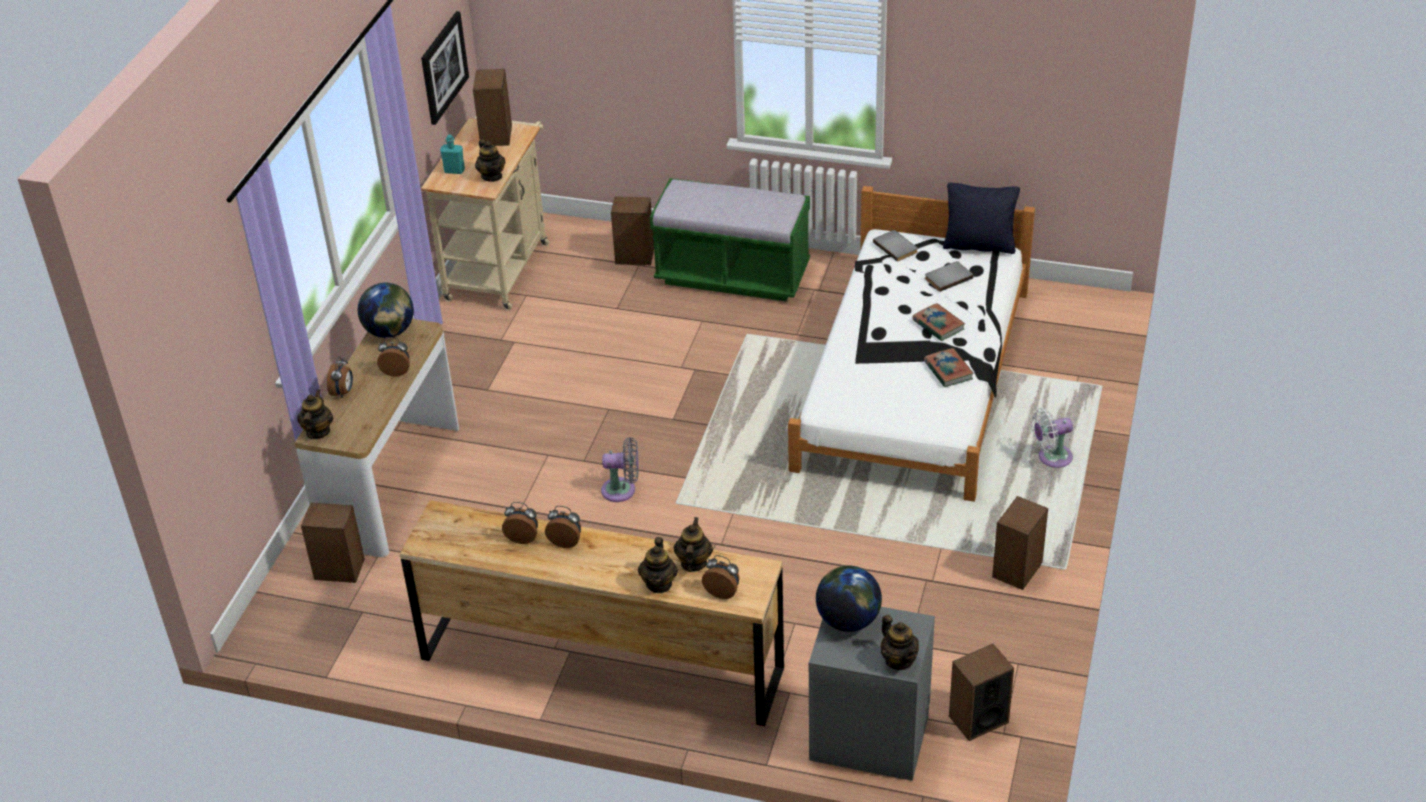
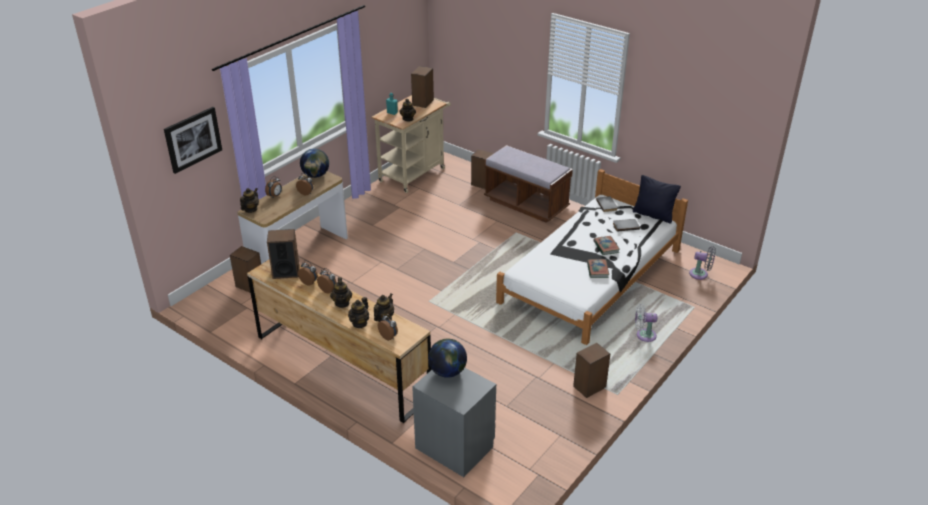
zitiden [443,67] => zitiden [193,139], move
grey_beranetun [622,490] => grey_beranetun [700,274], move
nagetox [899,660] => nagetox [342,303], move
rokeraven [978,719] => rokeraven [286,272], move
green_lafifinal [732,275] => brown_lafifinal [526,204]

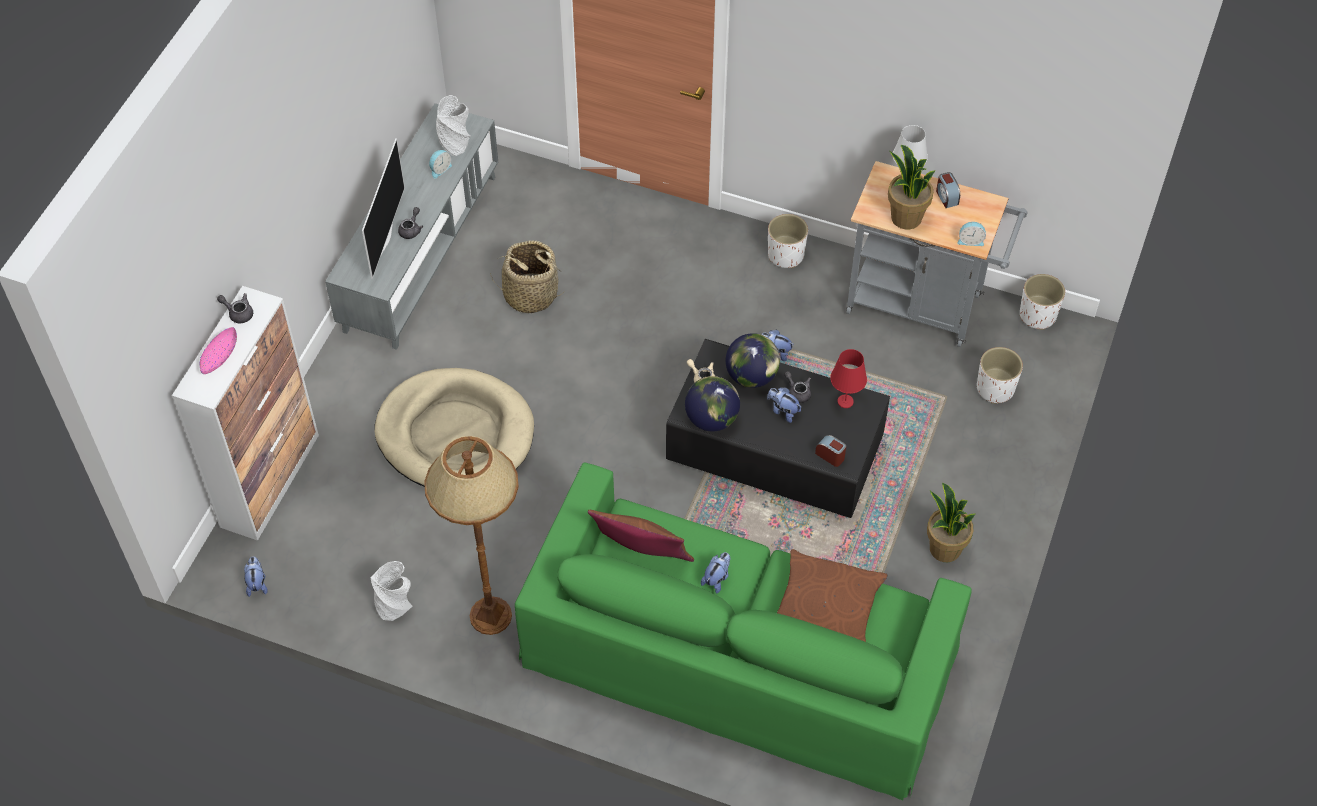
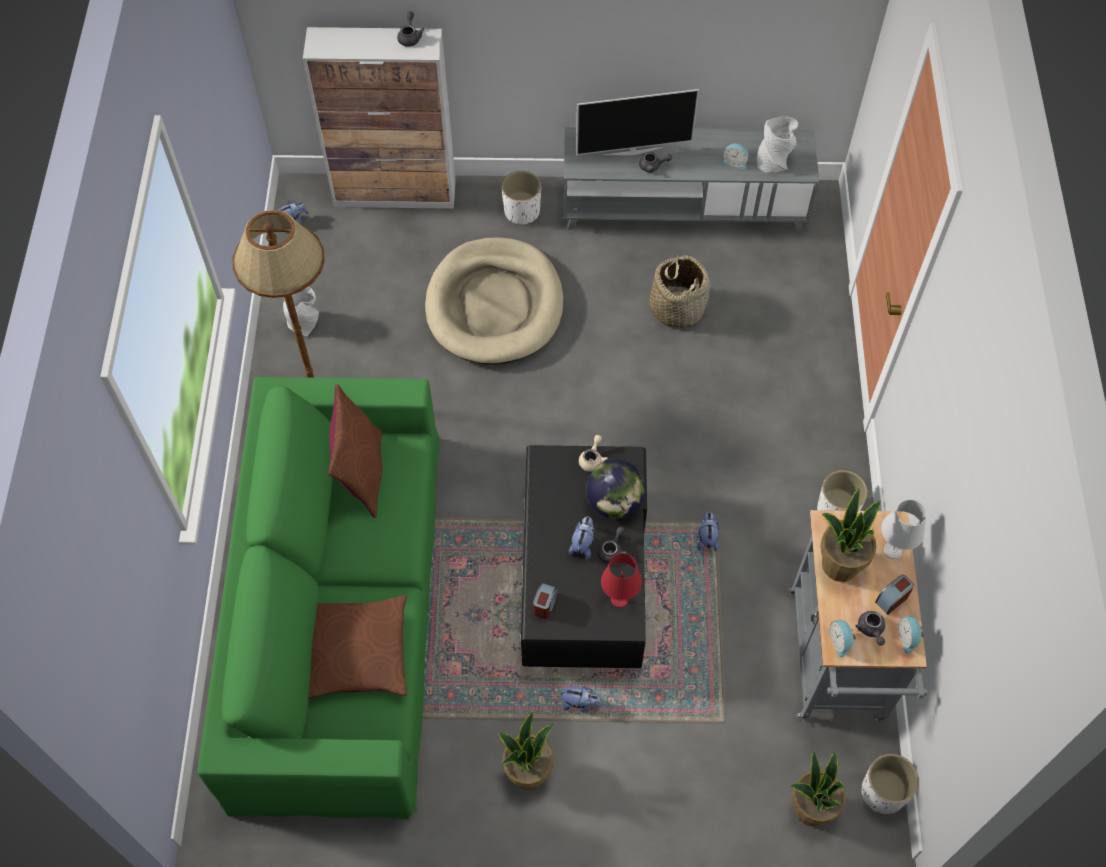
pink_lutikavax [219,356] => nothing
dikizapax [712,419] => nothing
nothing => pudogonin [810,808]
nothing => grey_nagetox [871,630]
nothing => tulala [908,637]
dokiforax [717,579] => dokiforax [580,703], move
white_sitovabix [995,389] => white_sitovabix [522,212], move

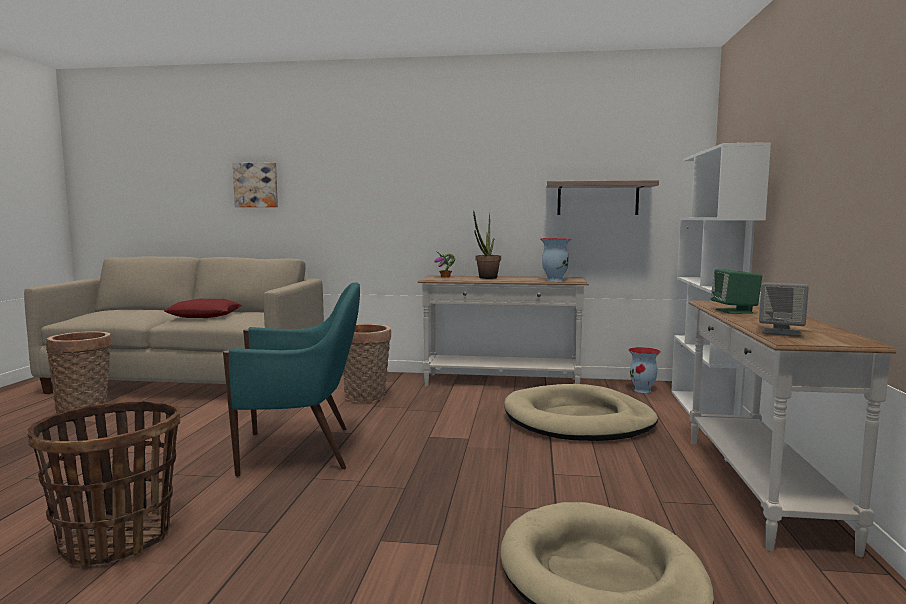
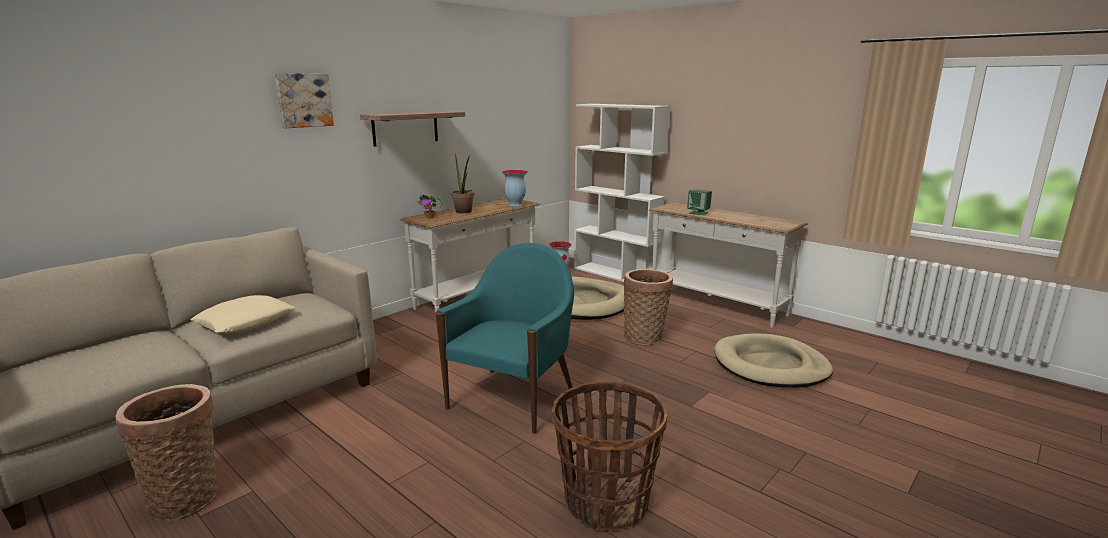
grey_rokeraven [781,332] => nothing
zitiden [256,185] => zitiden [304,100], move
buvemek [366,398] => buvemek [645,337], move
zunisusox [597,198] => zunisusox [405,128], move
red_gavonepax [204,315] => beige_gavonepax [246,322]

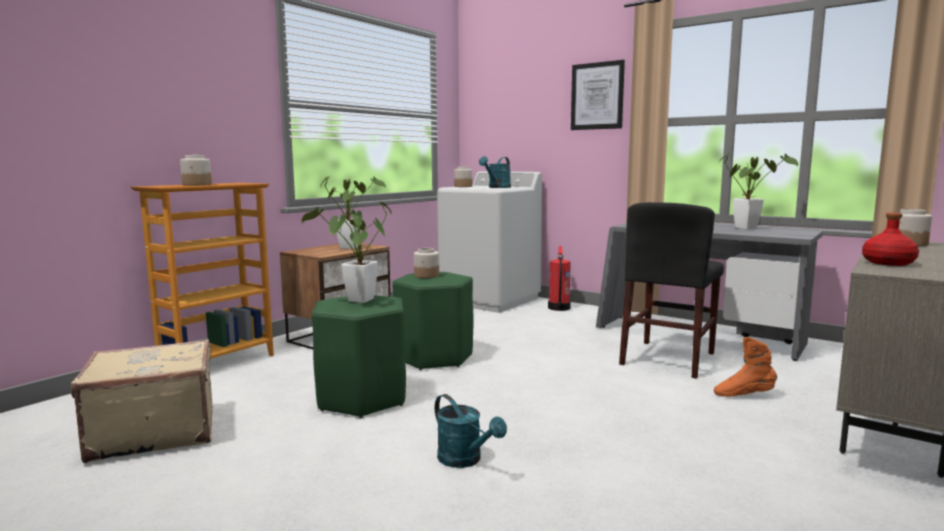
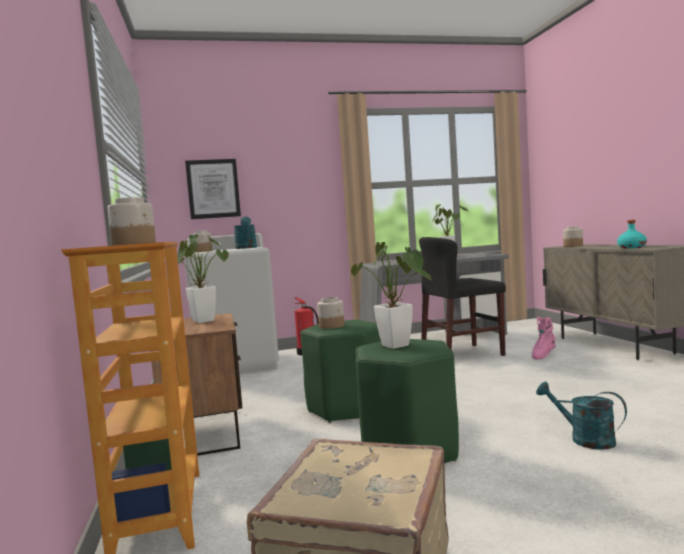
zitiden [597,96] => zitiden [213,189], move
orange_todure [743,395] => pink_todure [543,355]
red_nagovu [888,263] => turquoise_nagovu [631,247]
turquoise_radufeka [465,460] => turquoise_radufeka [584,439], 135 degrees counterclockwise
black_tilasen [668,358] => black_tilasen [462,354], 90 degrees clockwise

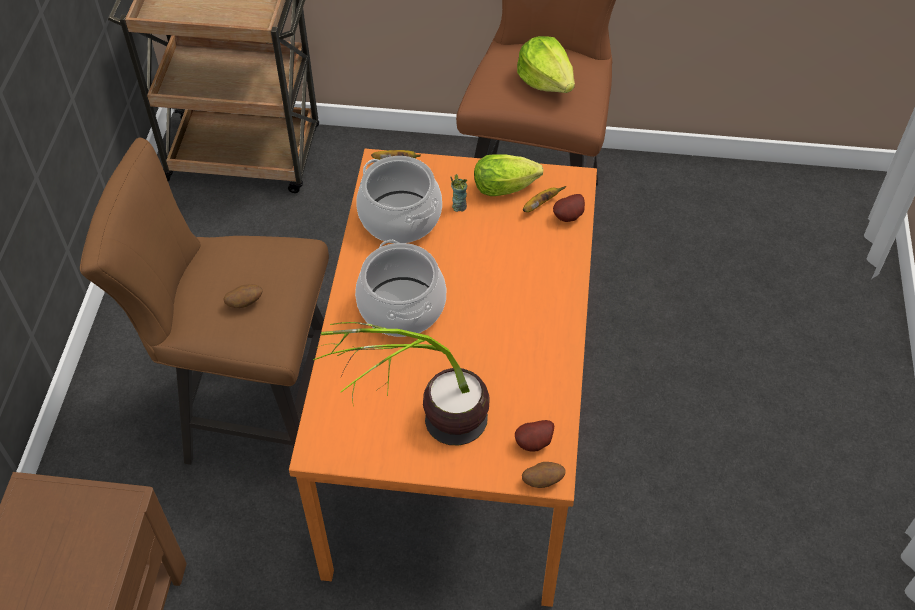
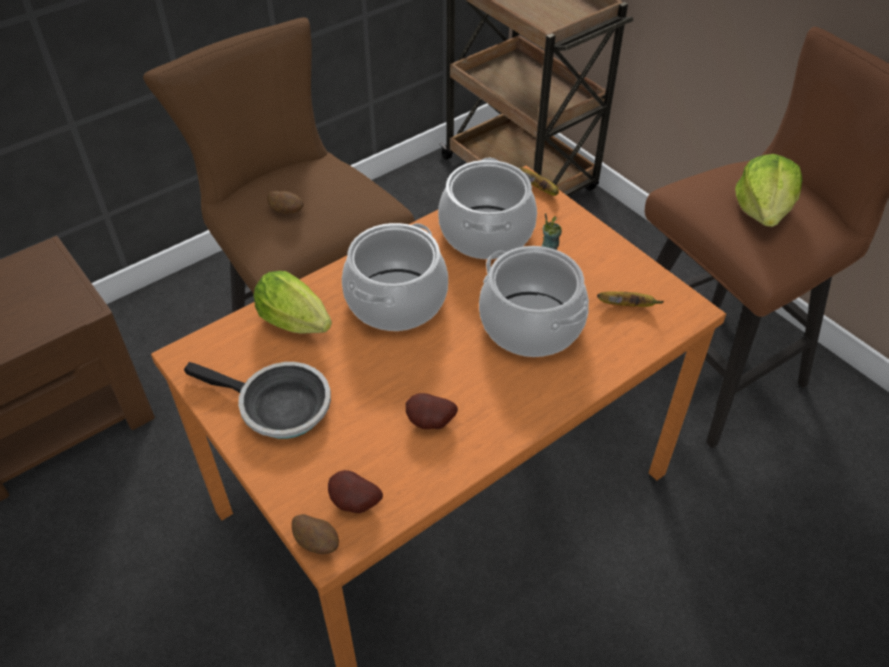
nothing => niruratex [532,324]
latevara [508,187] => latevara [298,324], move
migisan [570,217] => migisan [430,423], move
pudogonin [419,430] => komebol [278,407]

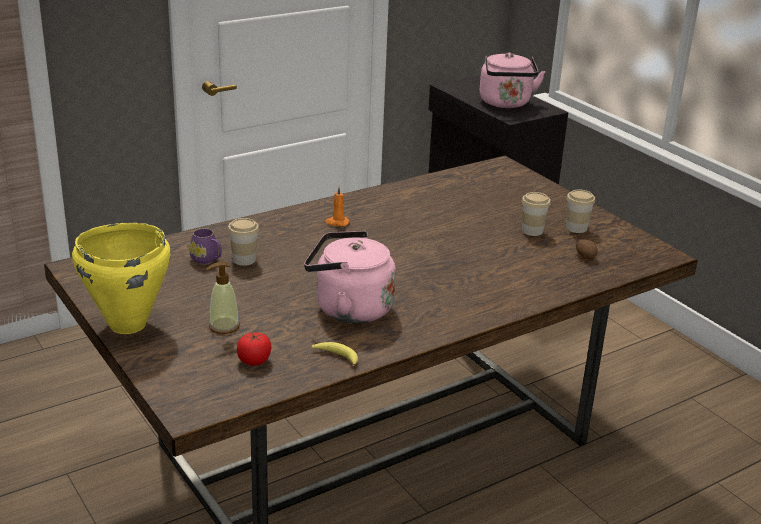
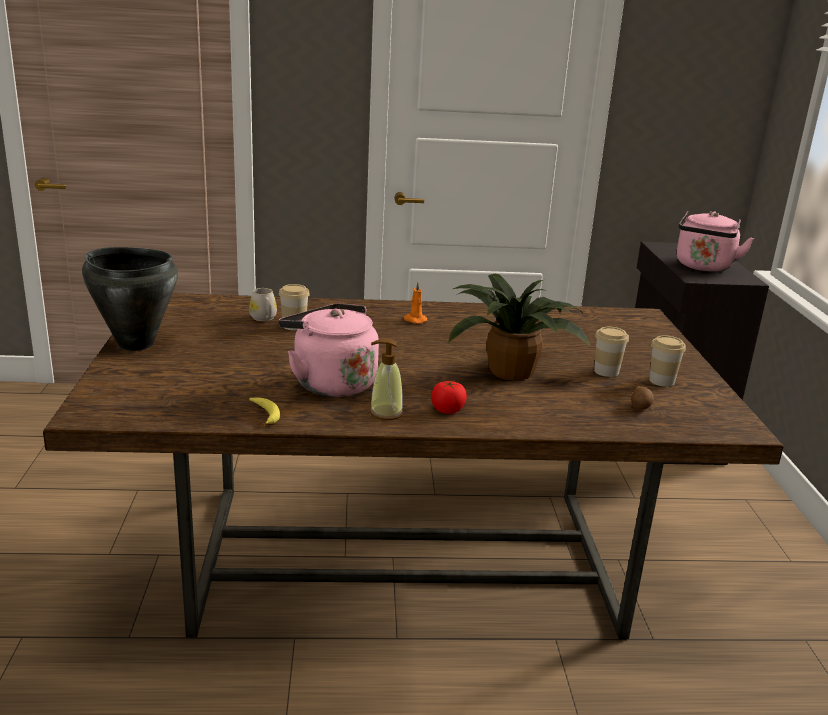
nothing => pudogonin [511,370]
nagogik [224,326] => nagogik [385,413], move
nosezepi [254,360] => nosezepi [447,410], move
yellow_niruratex [127,324] => black_niruratex [135,344]
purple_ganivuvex [207,260] => white_ganivuvex [264,319]

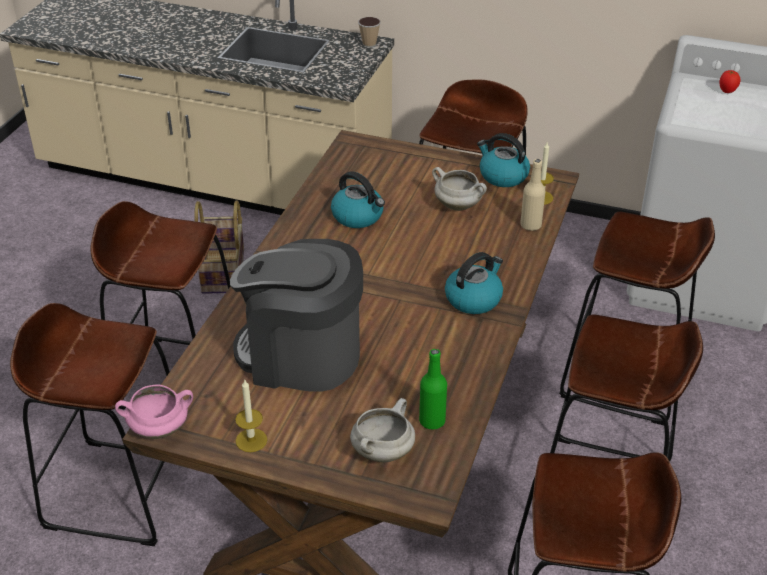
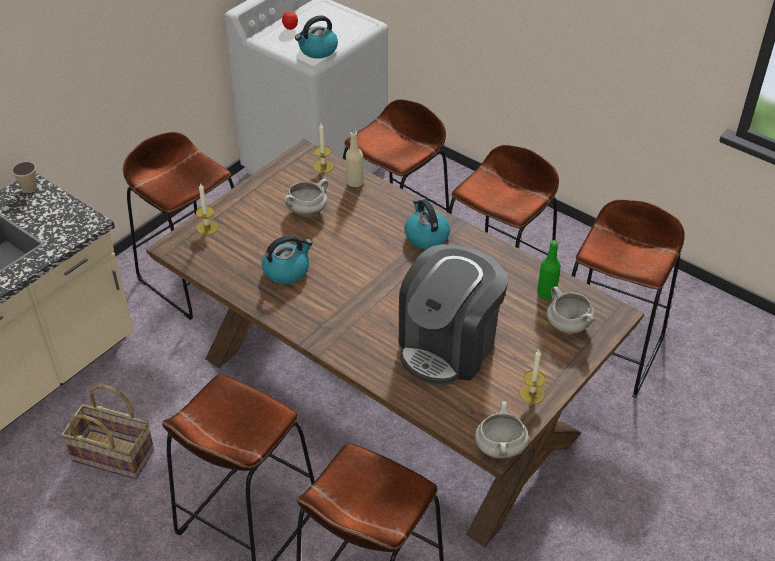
nothing => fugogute [207,227]
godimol [502,176] => godimol [317,50], move
pink_niruratex [160,428] => white_niruratex [499,447]

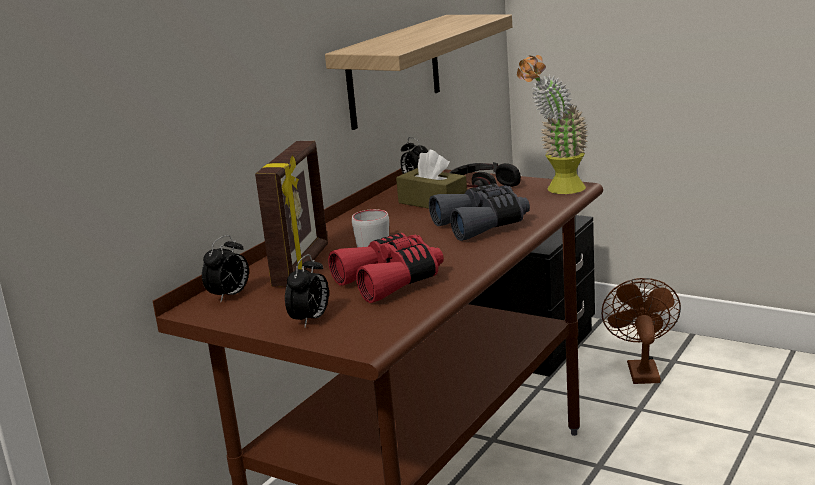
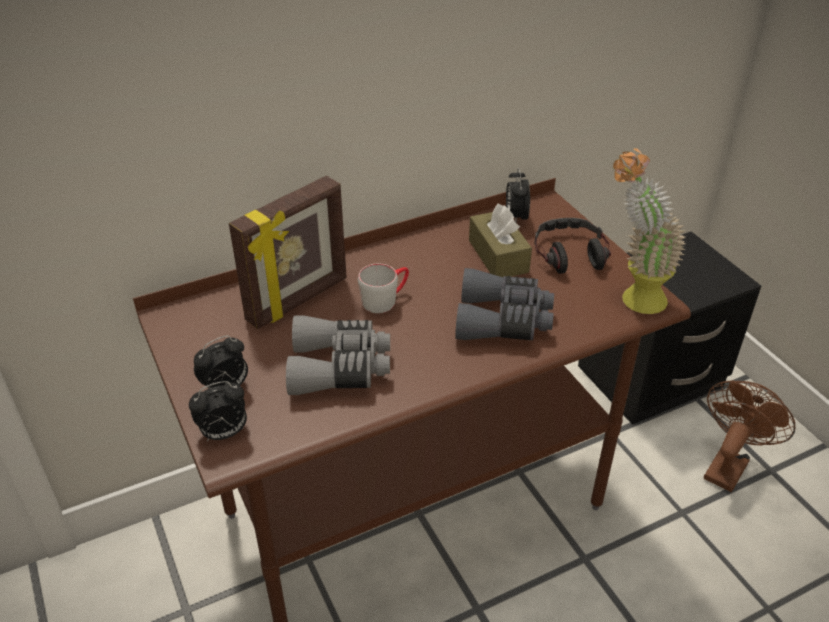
zunisusox [394,71] => nothing
tulala [230,296] => tulala [224,433], move
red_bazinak [391,280] => grey_bazinak [340,367]

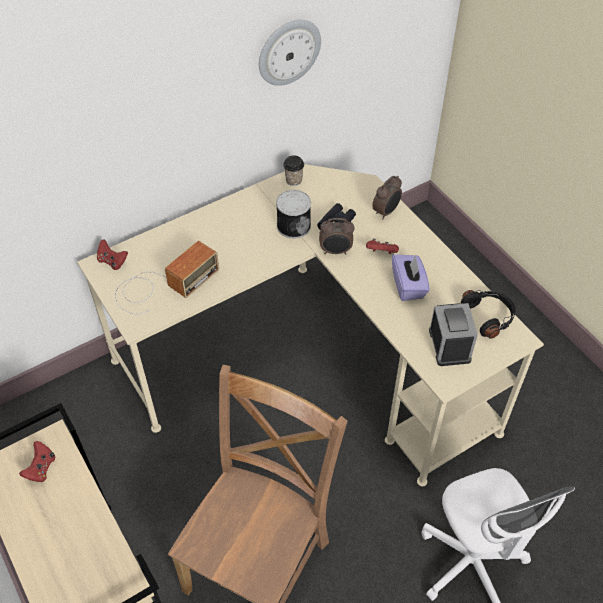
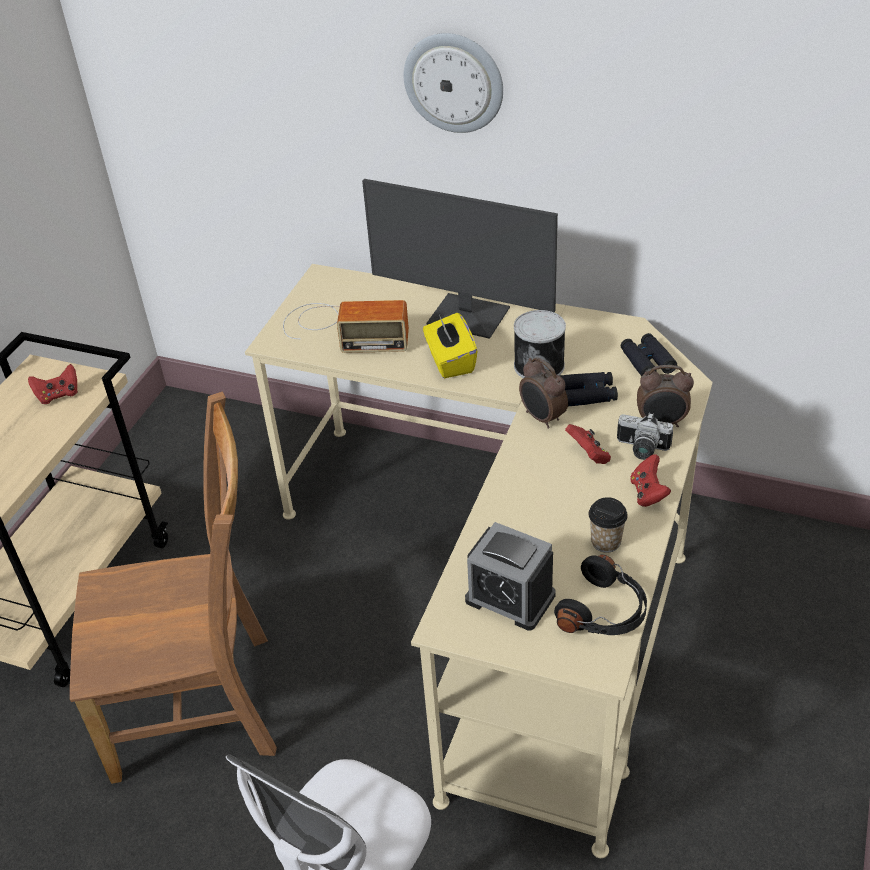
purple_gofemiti [408,286] => nothing
nothing => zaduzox [468,317]
nothing => yellow_gofemiti [450,361]
nothing => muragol [641,449]
nothing => black_bazinak [647,361]
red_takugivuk [112,261] => red_takugivuk [648,493], move
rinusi [288,51] => rinusi [454,82], move
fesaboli [293,180] => fesaboli [606,542], move
tulala [449,345] => tulala [510,598], 75 degrees clockwise

